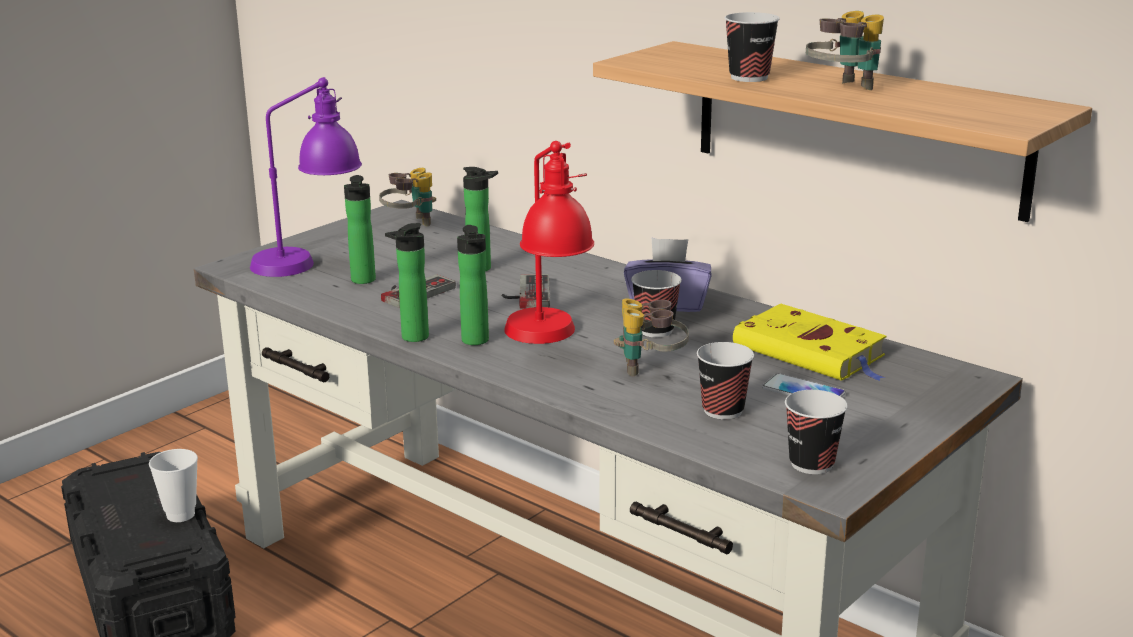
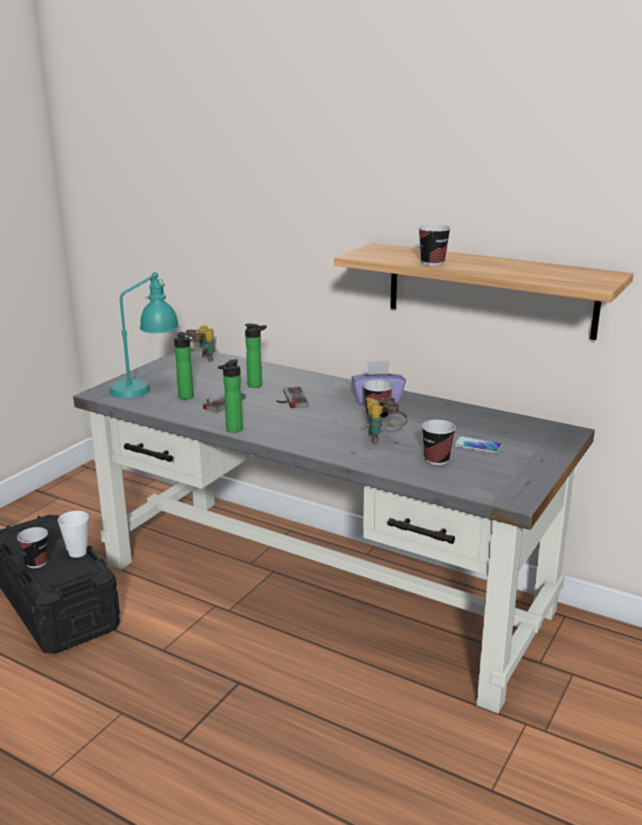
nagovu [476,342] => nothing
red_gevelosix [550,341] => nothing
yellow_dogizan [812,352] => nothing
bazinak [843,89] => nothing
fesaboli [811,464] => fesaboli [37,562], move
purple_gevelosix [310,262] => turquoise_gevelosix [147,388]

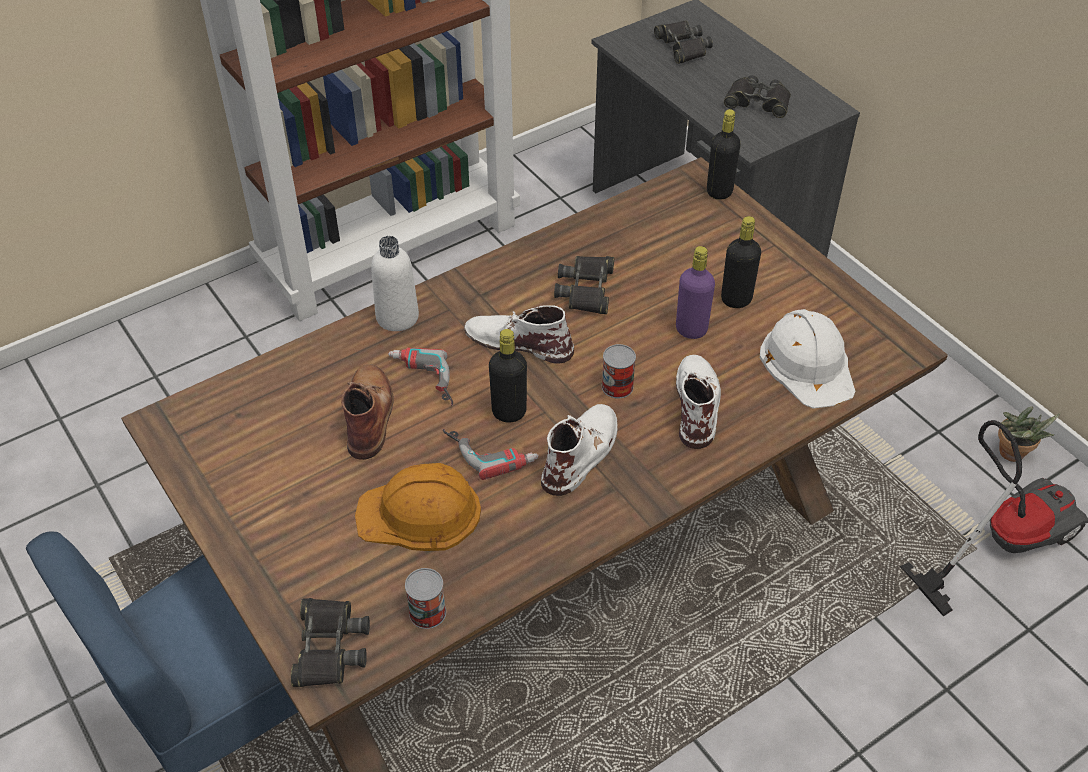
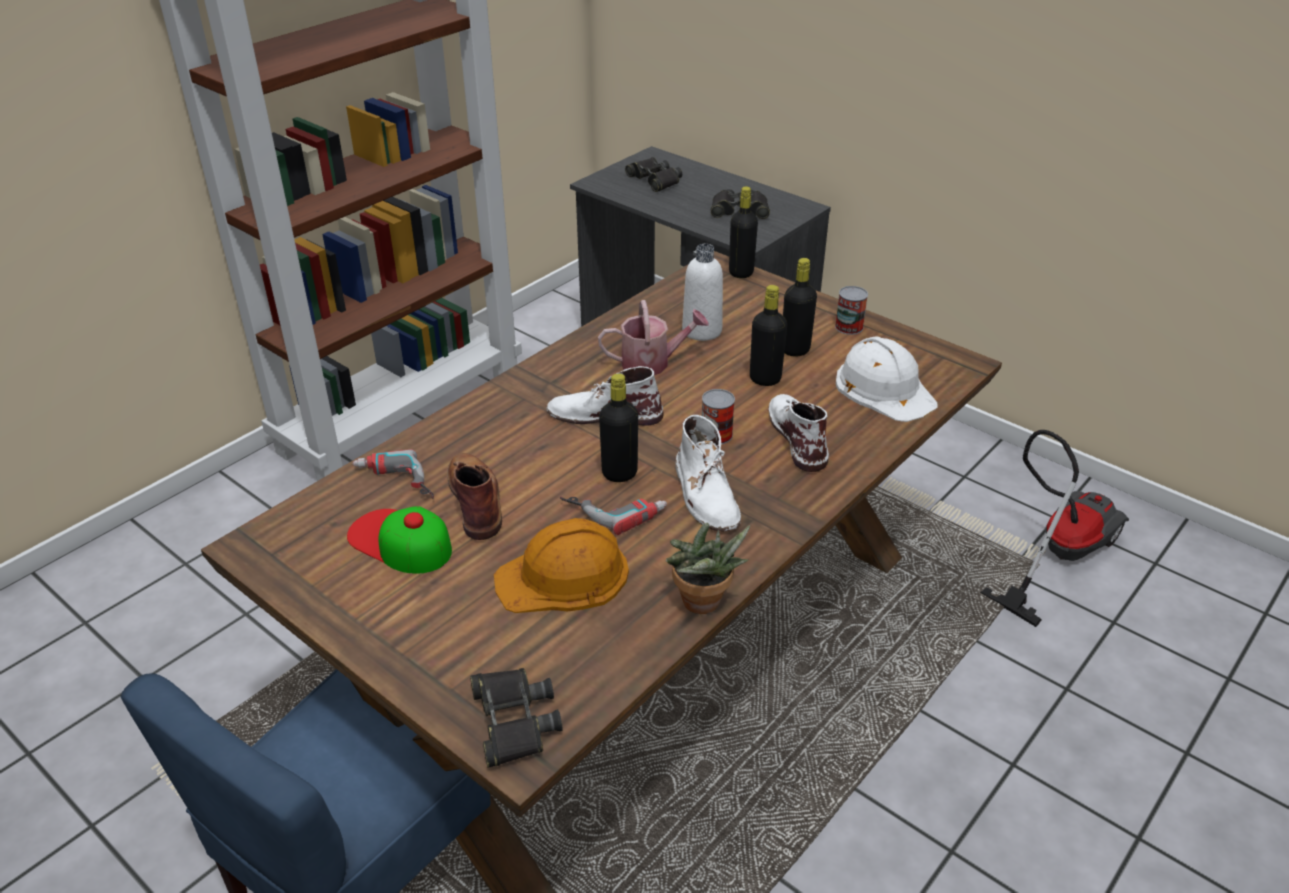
nothing => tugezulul [400,541]
white_nagovu [397,317] => white_nagovu [702,331], move
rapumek [420,381] => rapumek [393,484], move
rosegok [427,612] => rosegok [849,327], move
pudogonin [1012,456] => pudogonin [703,605], move
black_bazinak [586,289] => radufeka [652,363]
purple_nagovu [691,329] => black_nagovu [765,379]
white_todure [581,452] => white_todure [706,494], 150 degrees clockwise

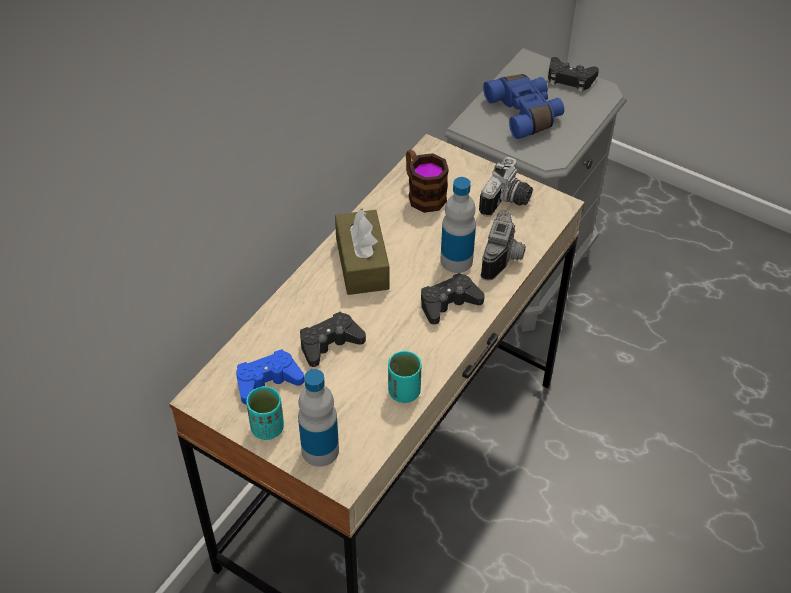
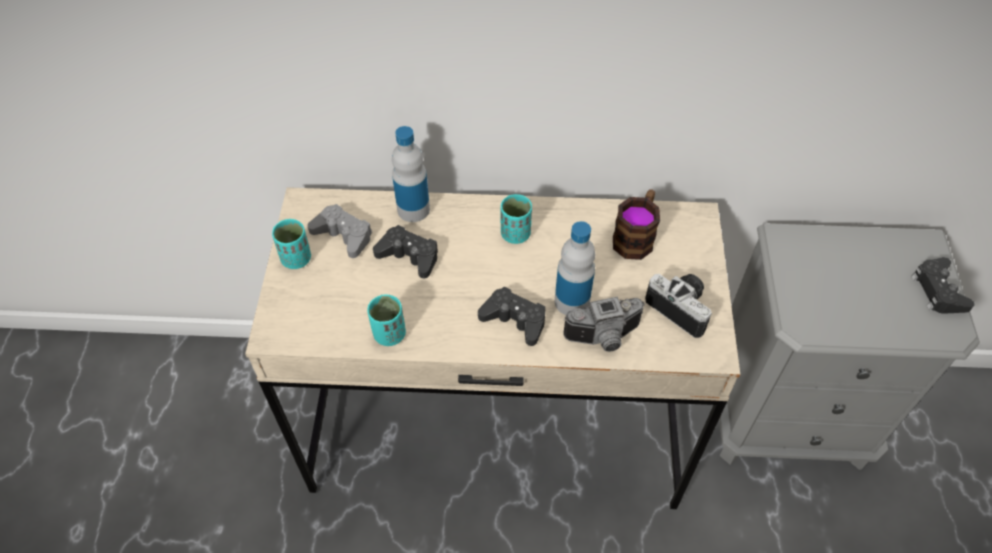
blue_bazinak [525,113] => nothing
nagovu [320,450] => nagovu [413,209], move
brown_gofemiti [362,263] => turquoise_fesaboli [515,234]
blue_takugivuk [268,381] => grey_takugivuk [343,235]
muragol [507,201] => muragol [682,307], 135 degrees counterclockwise

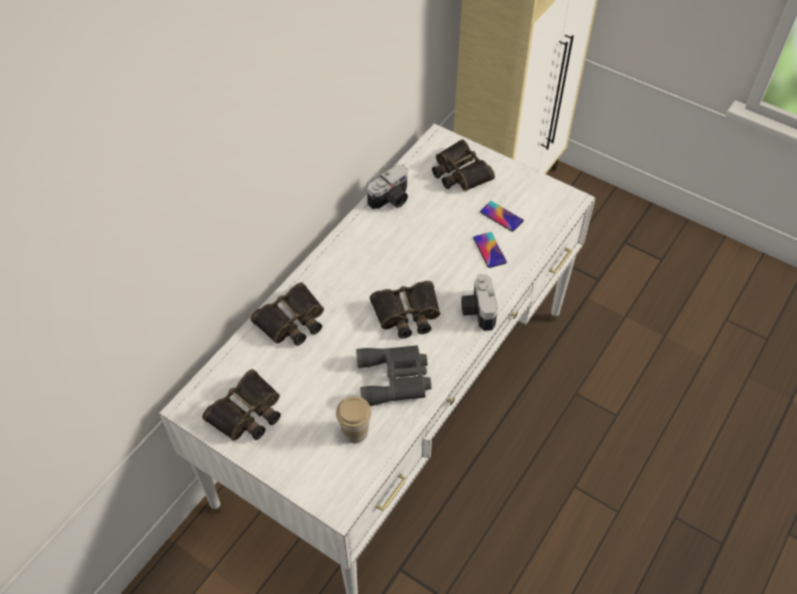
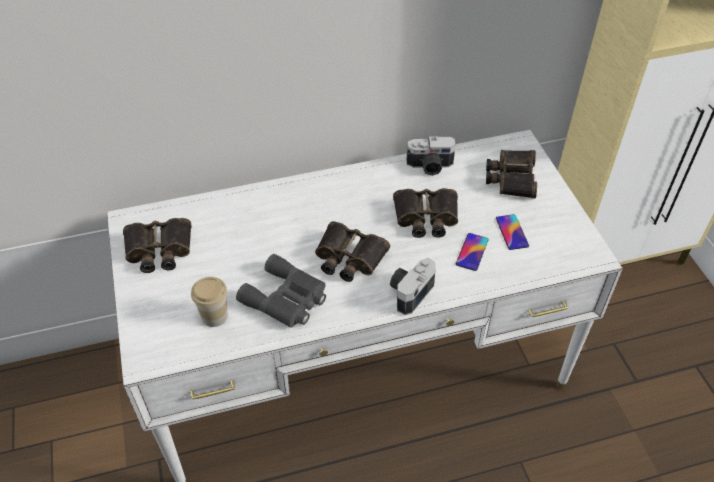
bazinak [292,322] => bazinak [425,218], move

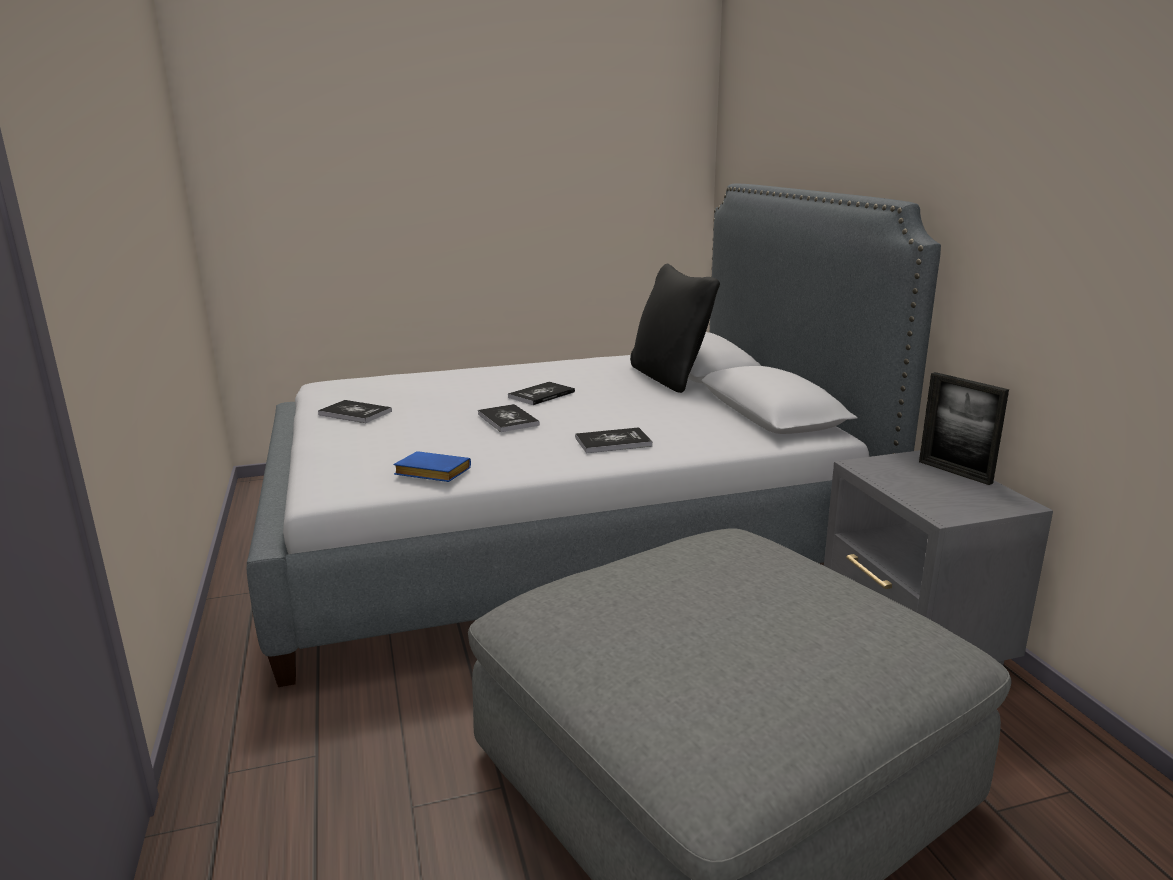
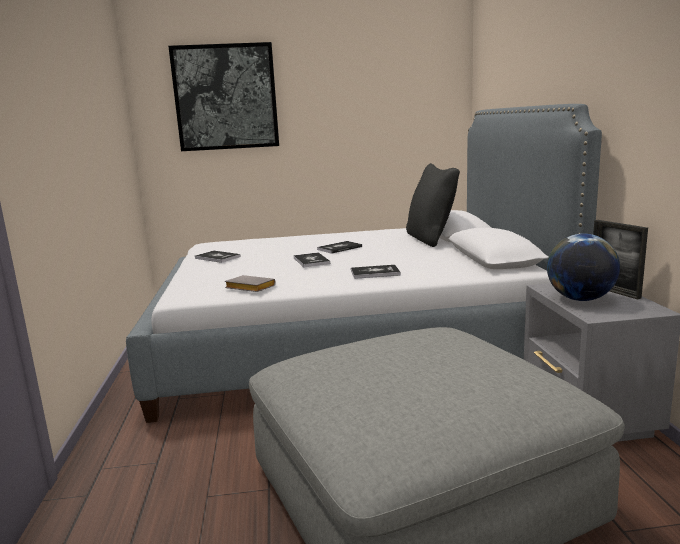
nothing => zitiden [226,97]
nothing => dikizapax [580,299]
blue_dogizan [430,473] => grey_dogizan [248,288]

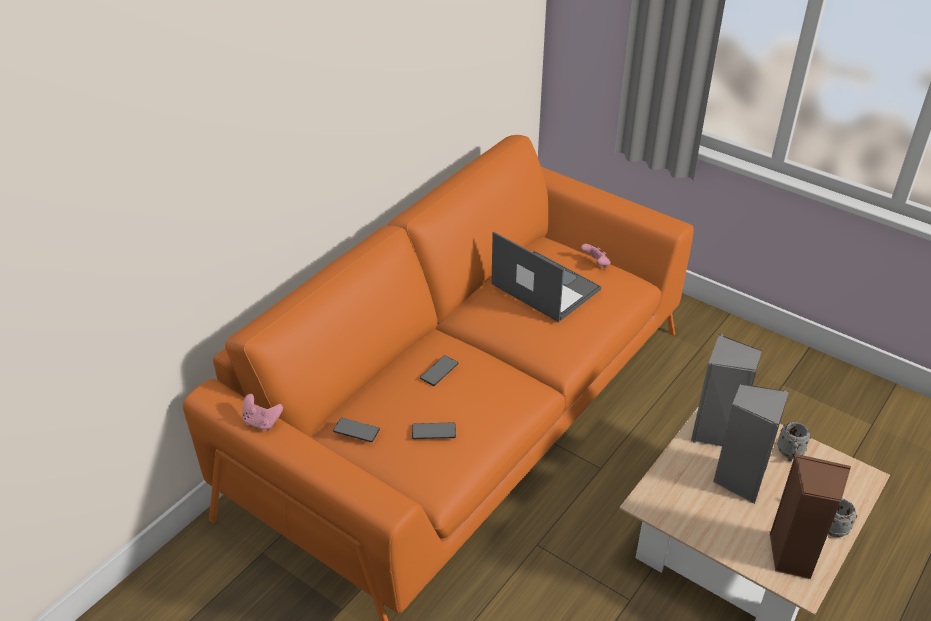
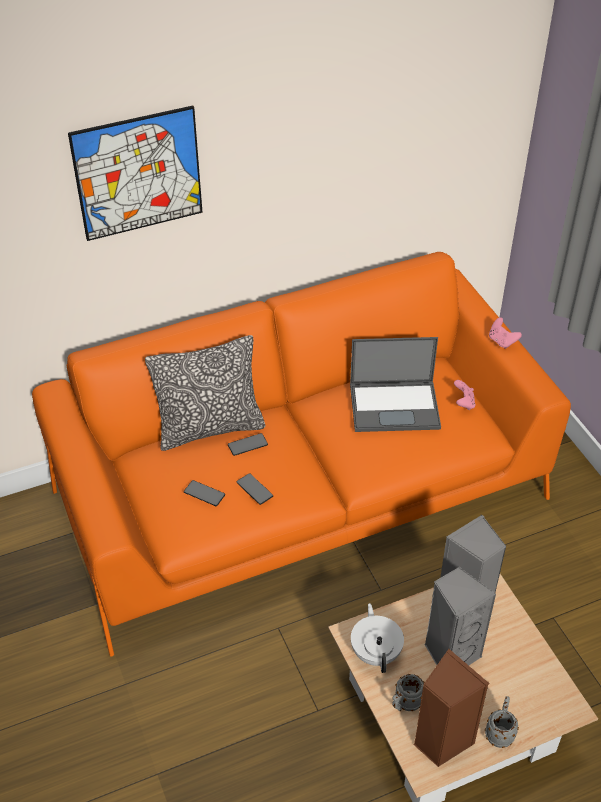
nothing => zitiden [138,174]
nothing => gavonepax [210,428]
nothing => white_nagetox [376,652]
pink_takugivuk [262,422] => pink_takugivuk [502,341], move
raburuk [356,430] => raburuk [254,489], move
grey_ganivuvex [789,454] => grey_ganivuvex [405,704], move
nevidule [544,286] => nevidule [395,406], 105 degrees clockwise

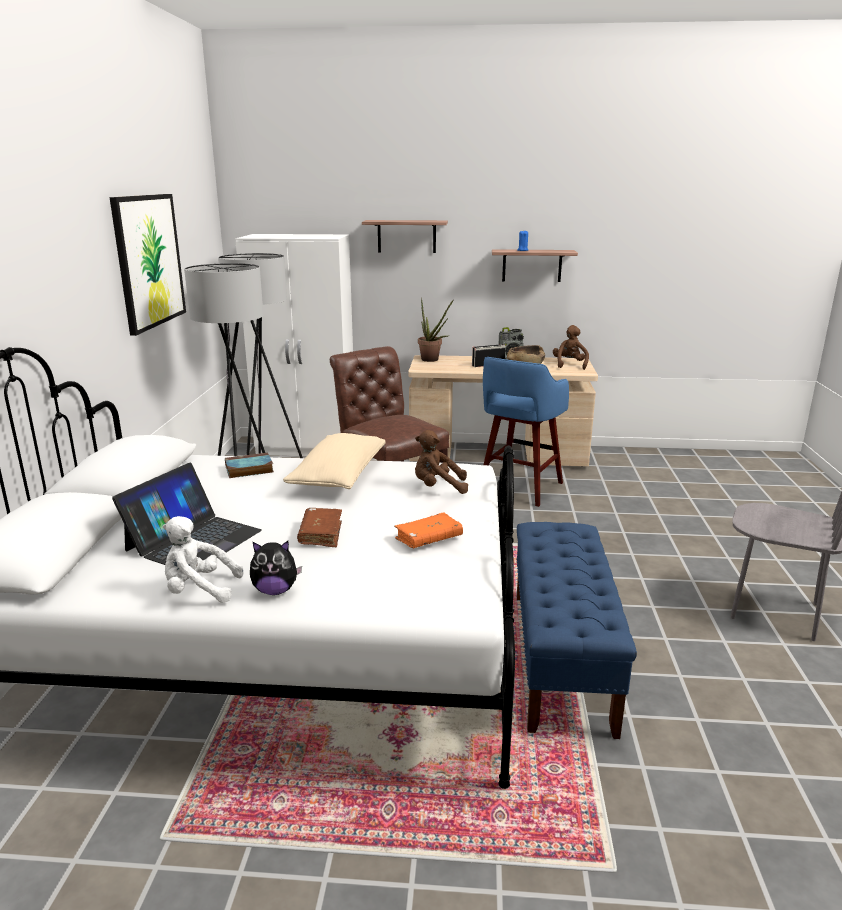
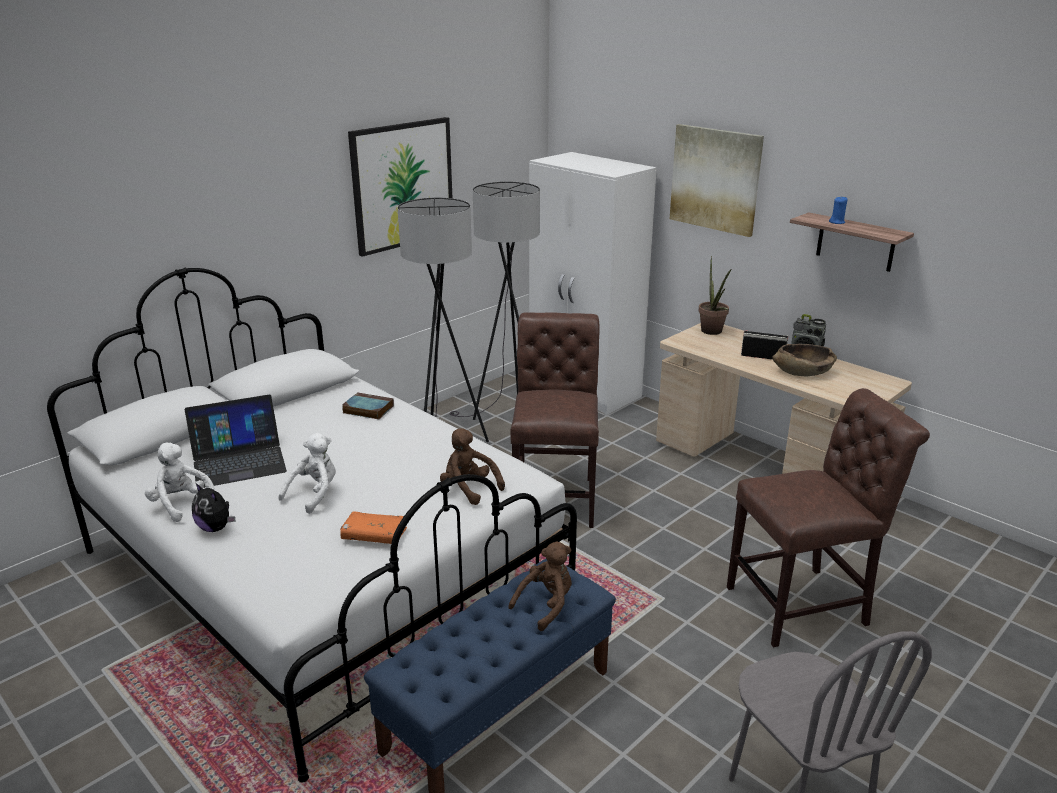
beige_gavonepax [338,477] => nothing
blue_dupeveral [519,488] => nothing
nothing => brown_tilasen [804,605]
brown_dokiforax [569,365] => brown_dokiforax [546,605], move
brown_dogizan [321,534] => white_dokiforax [314,494]
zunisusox [406,236] => zitiden [715,179]

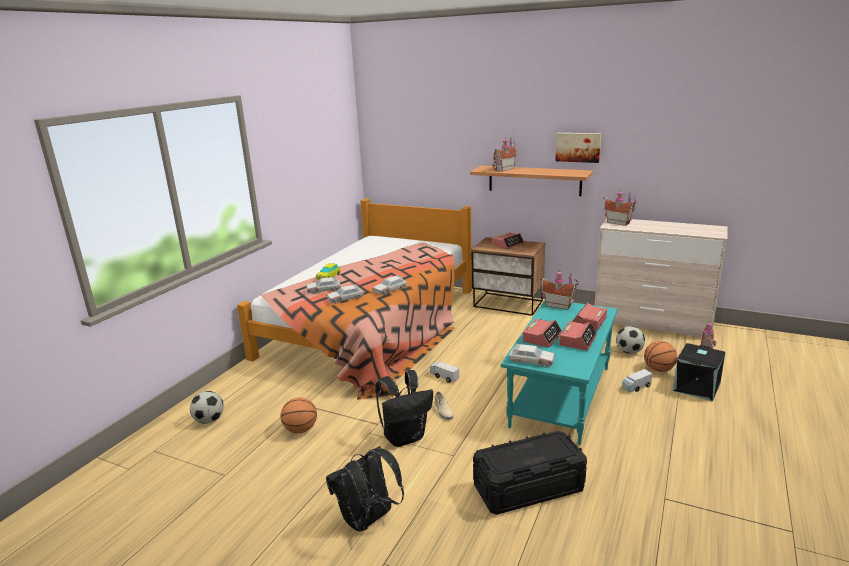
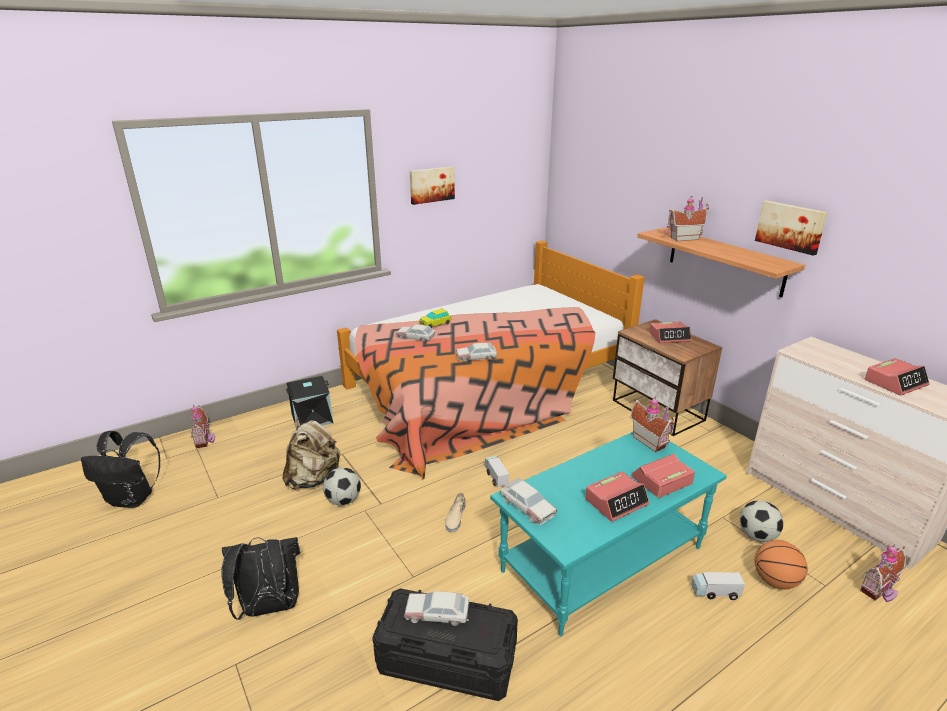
nothing => zitiden [431,185]
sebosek [209,420] => sebosek [343,500], move
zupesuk [345,298] => zupesuk [437,613], move
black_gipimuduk [405,437] => black_gipimuduk [133,499], move
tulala [542,337] => tulala [895,383], move
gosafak [618,222] => gosafak [205,440], move
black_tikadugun [697,388] => black_tikadugun [312,418], move
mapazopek [301,430] => beige_gipimuduk [313,479]

